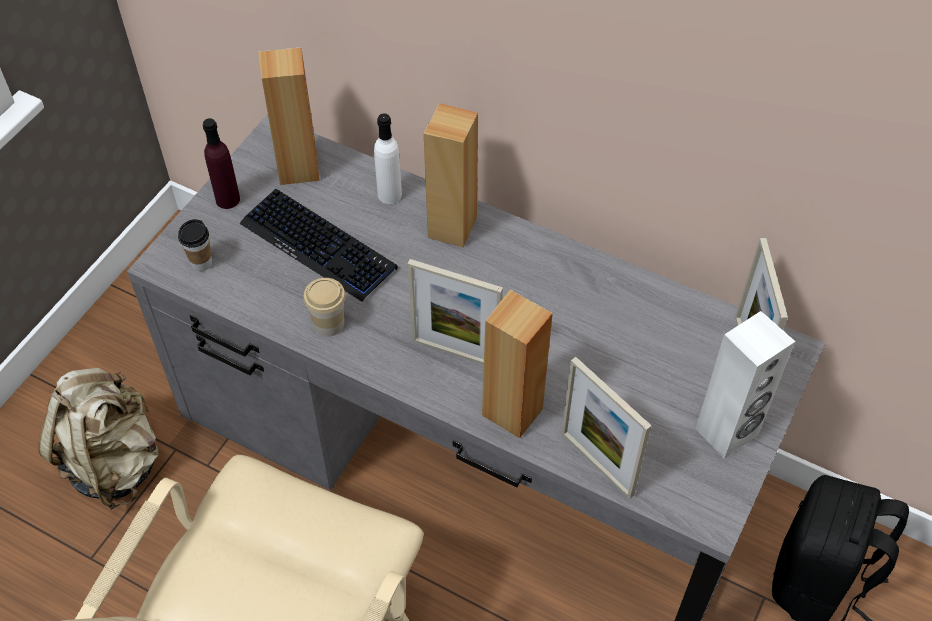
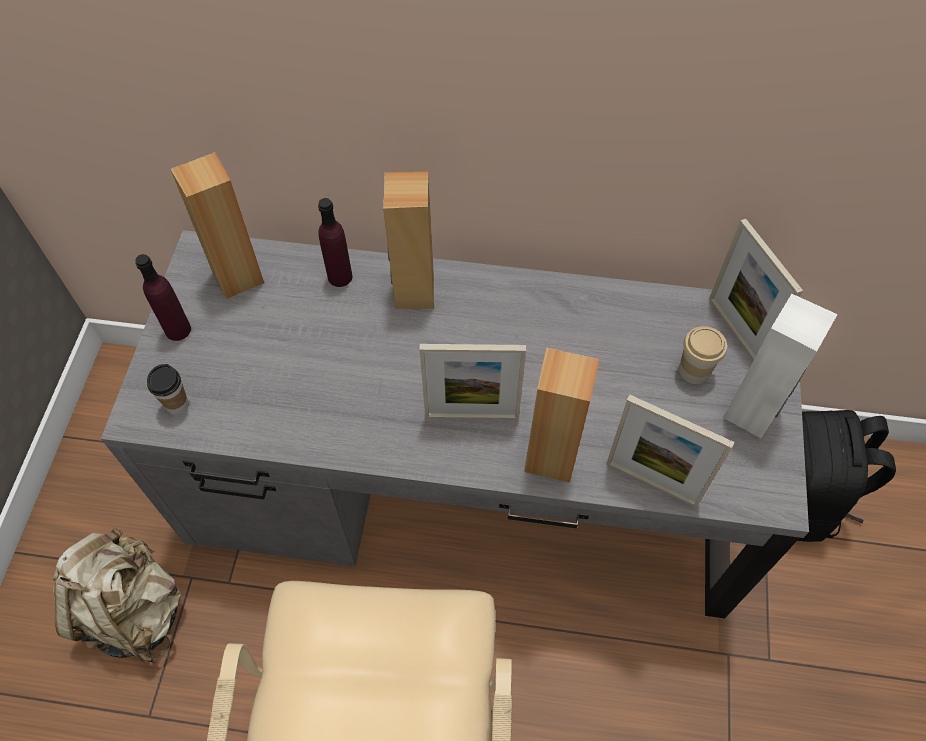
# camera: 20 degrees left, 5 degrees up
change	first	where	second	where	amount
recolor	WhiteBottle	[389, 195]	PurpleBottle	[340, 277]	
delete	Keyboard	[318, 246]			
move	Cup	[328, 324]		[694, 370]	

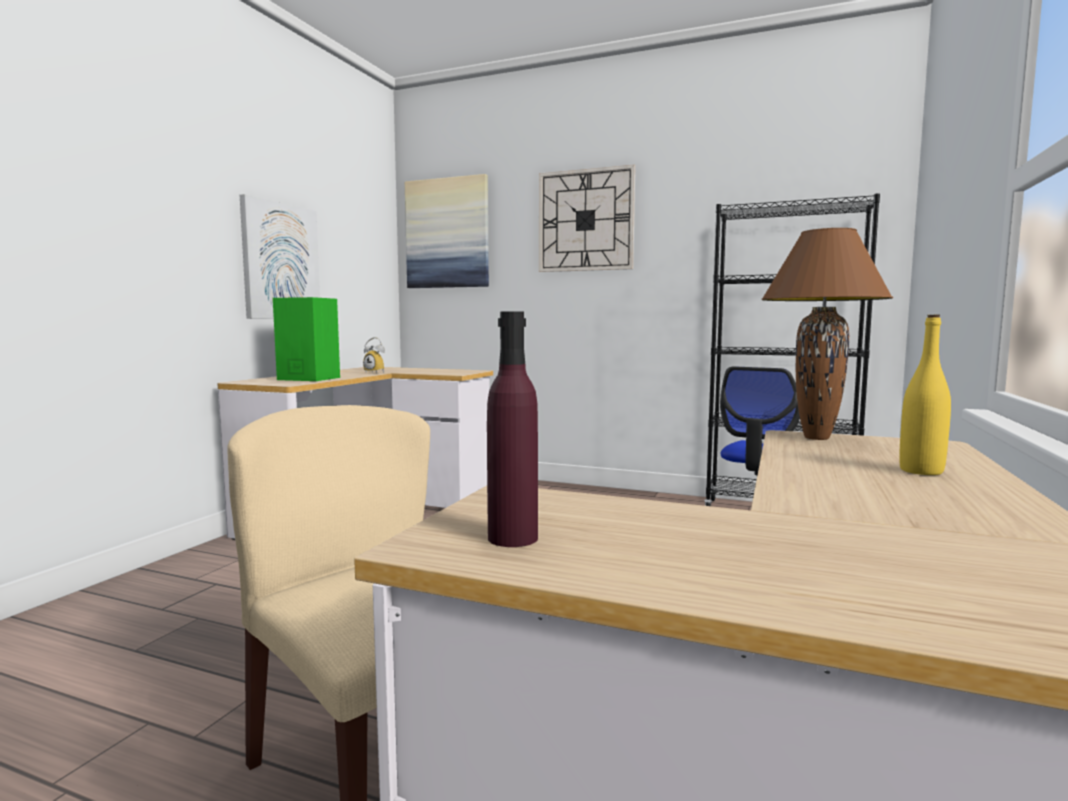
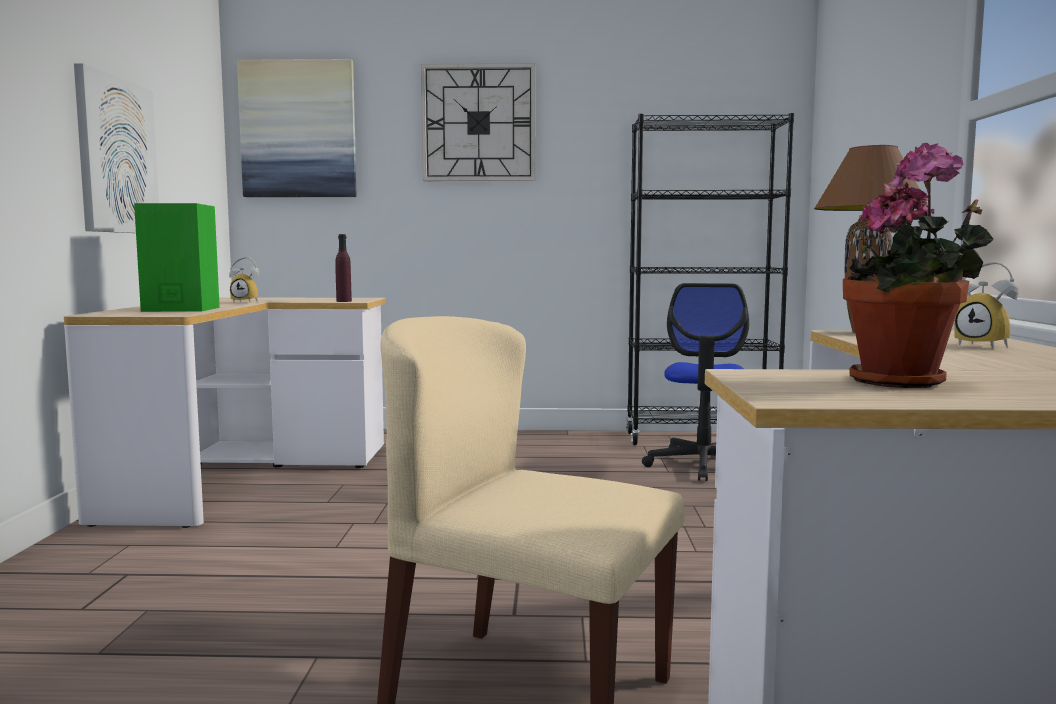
# camera: 20 degrees left, 0 degrees up
change	first	where	second	where	amount
move	PurpleBottle	[512, 538]		[344, 301]	
replace	YellowBottle	[921, 471]	AlarmClock	[986, 346]	
insert			PottedPlant	[905, 382]	

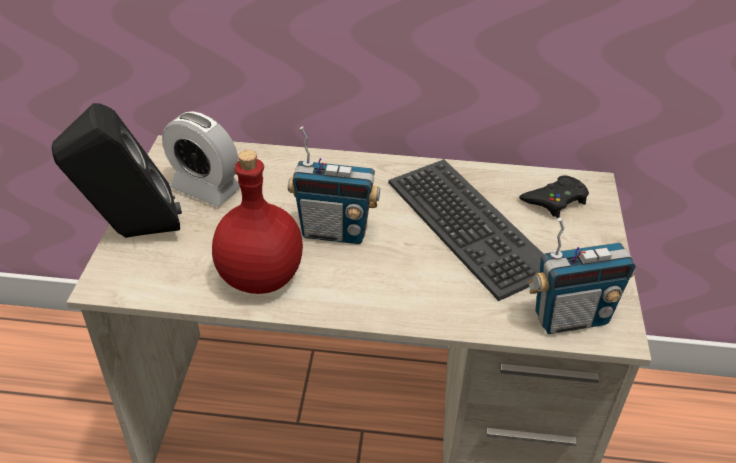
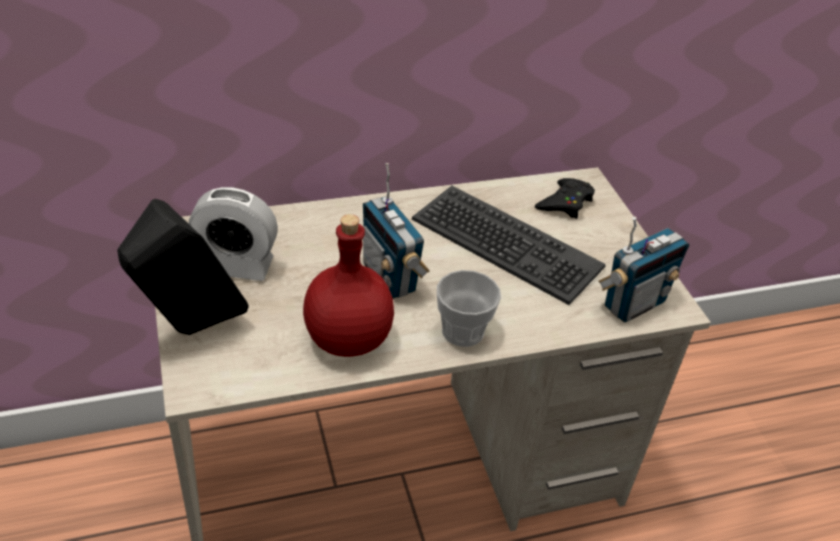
# camera: 25 degrees left, 0 degrees up
change	first	where	second	where	amount
rotate	Radio	[334, 232]		[390, 278]	75 degrees clockwise
insert			Cup	[462, 331]	

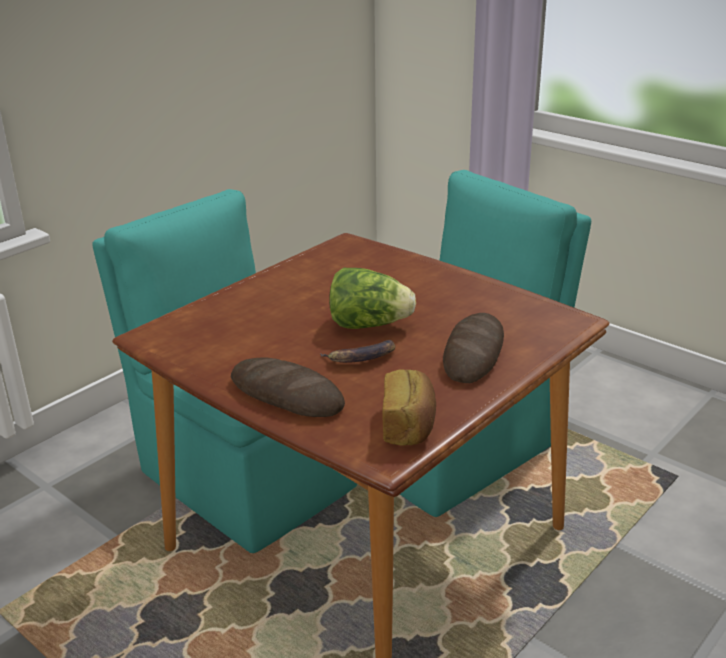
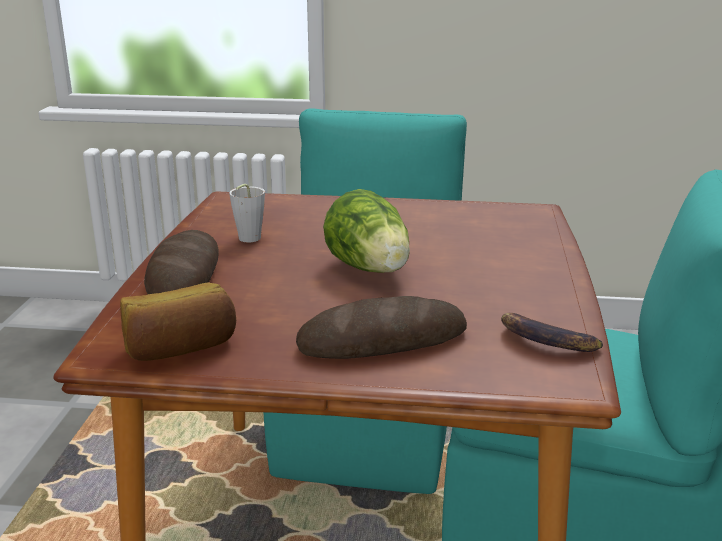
# camera: 55 degrees right, 5 degrees down
change	first	where	second	where	amount
move	Banana	[361, 358]		[544, 341]	
insert			GreyCup	[247, 240]	

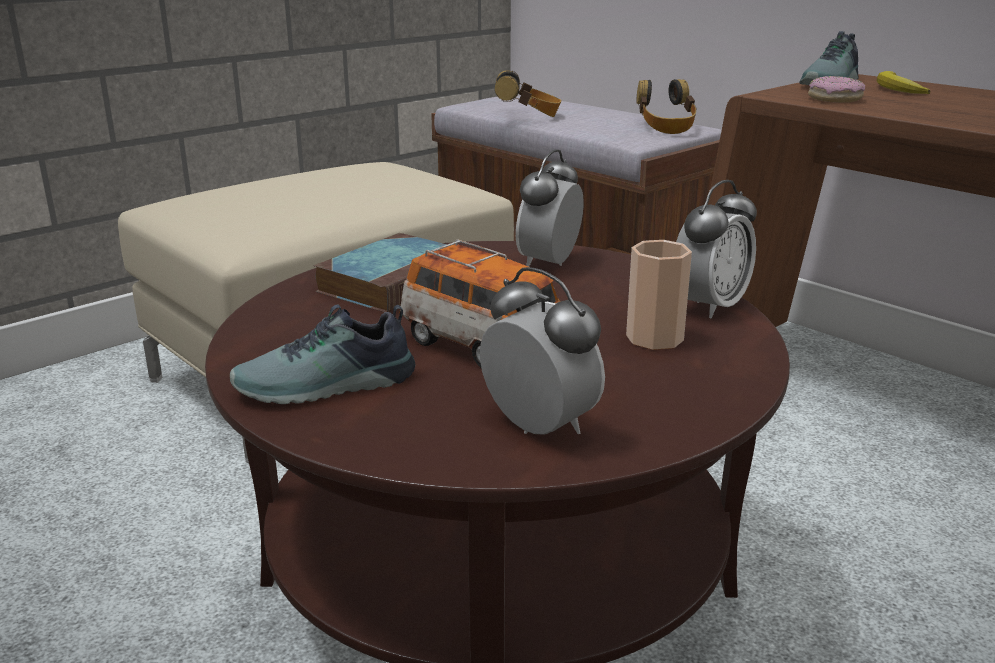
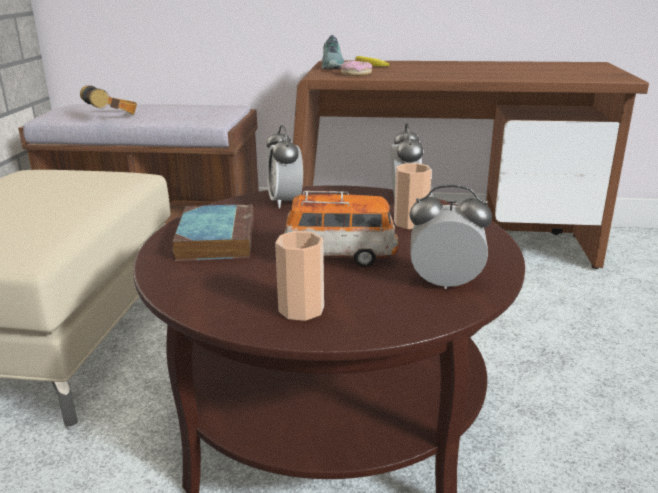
# camera: 40 degrees left, 0 degrees up
change	first	where	second	where	amount
delete	Headphones	[665, 128]			
replace	Shoe	[327, 387]	Cup	[301, 309]	

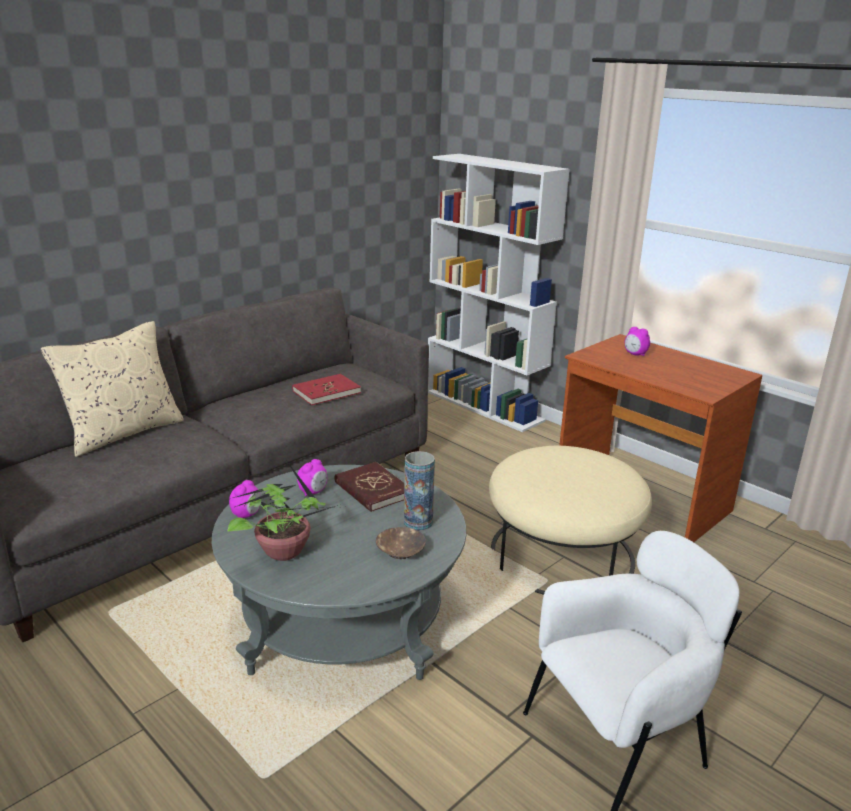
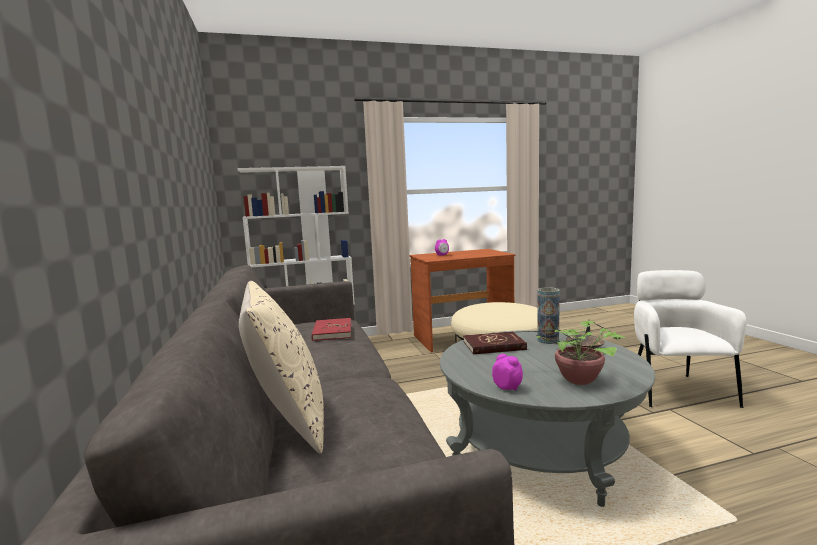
# camera: 60 degrees left, 15 degrees down
change	first	where	second	where	amount
delete	AlarmClock	[313, 492]			

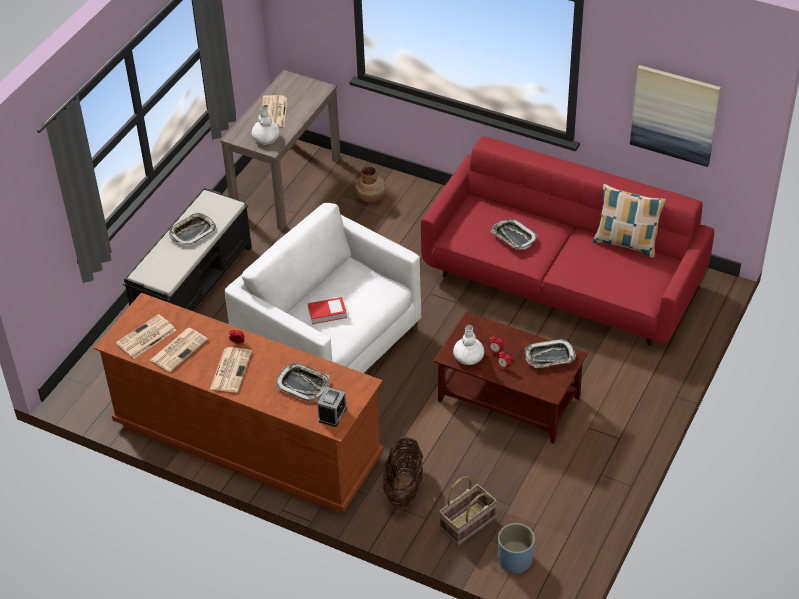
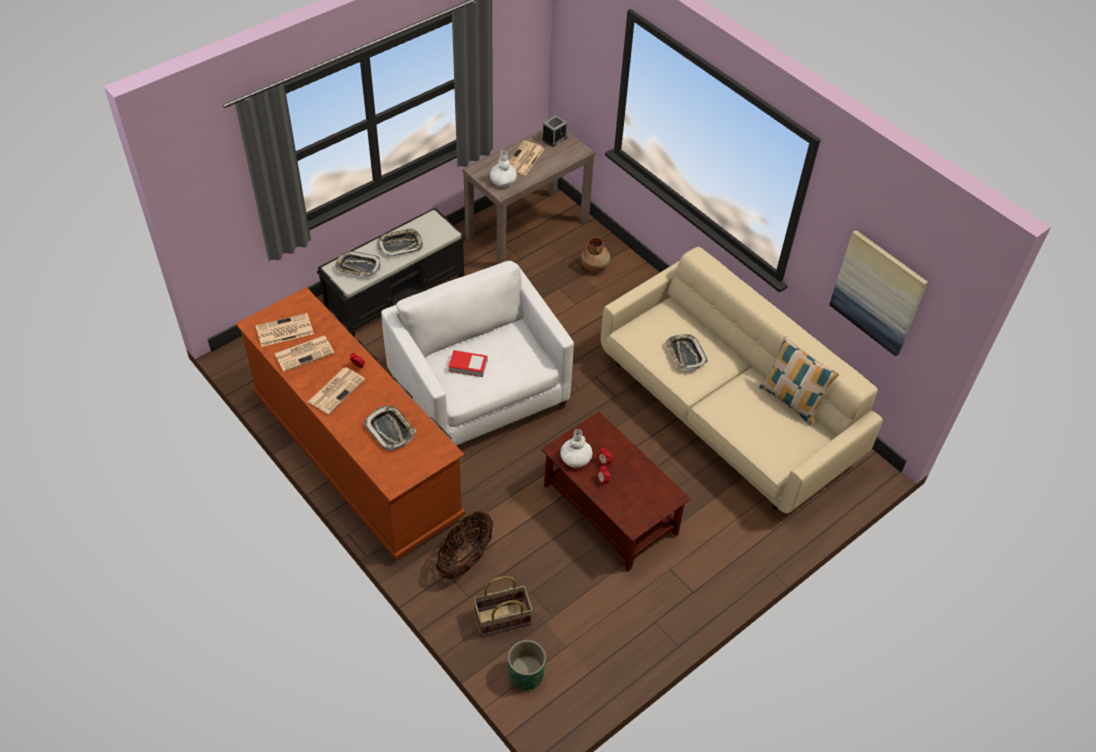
# camera: 20 degrees right, 5 degrees up
change	first	where	second	where	amount
recolor	RedSofa	[562, 281]	BeigeSofa	[725, 411]	
move	Tray	[549, 357]		[358, 267]	
move	AlarmClock	[332, 414]		[554, 138]	
recolor	BluePlanter	[515, 560]	GreenPlanter	[526, 675]	

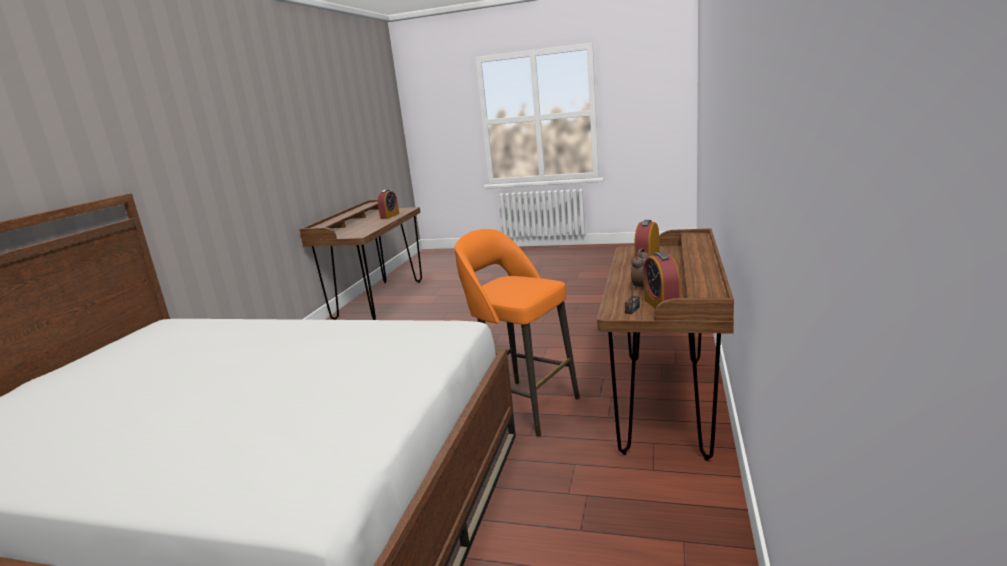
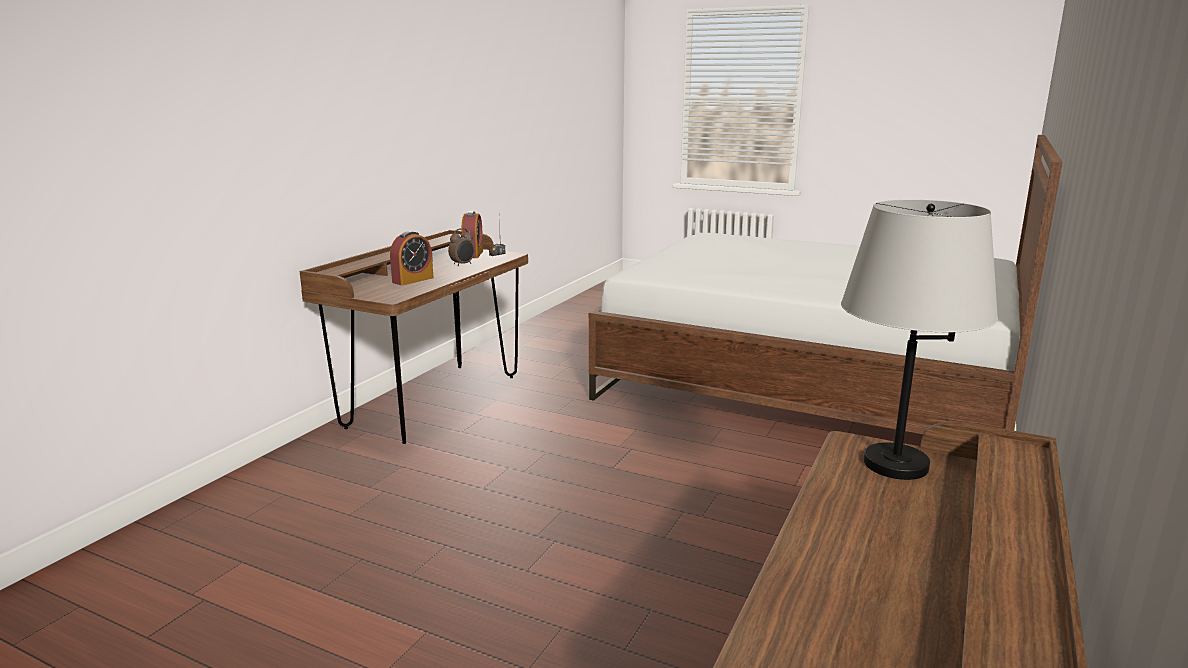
# camera: 170 degrees left, 0 degrees up
change	first	where	second	where	amount
delete	AlarmClock	[389, 216]			
delete	OrangeStool	[524, 406]			
insert			GreyTableLamp	[895, 465]	

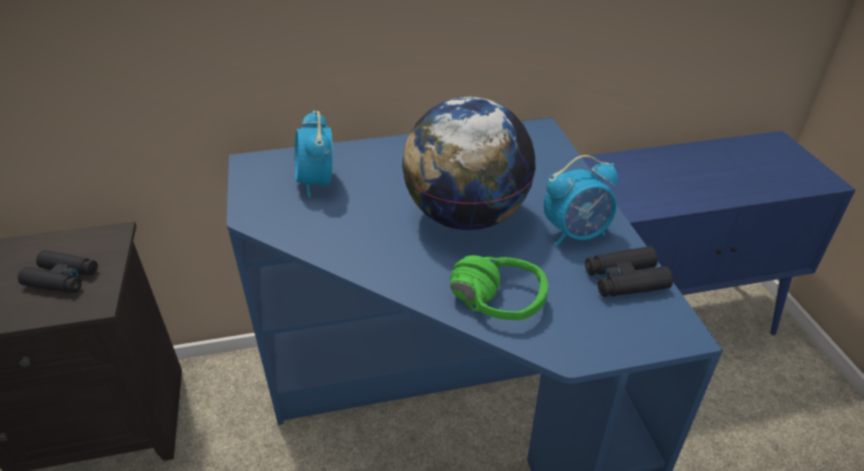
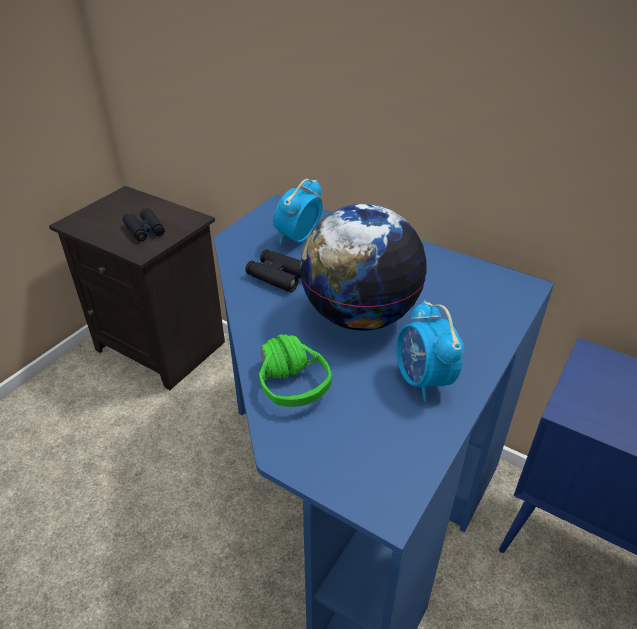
# camera: 45 degrees right, 0 degrees up
change	first	where	second	where	amount
rotate	AlarmClock	[576, 234]		[423, 380]	45 degrees clockwise
move	BlackBinoculars	[625, 280]		[278, 276]	

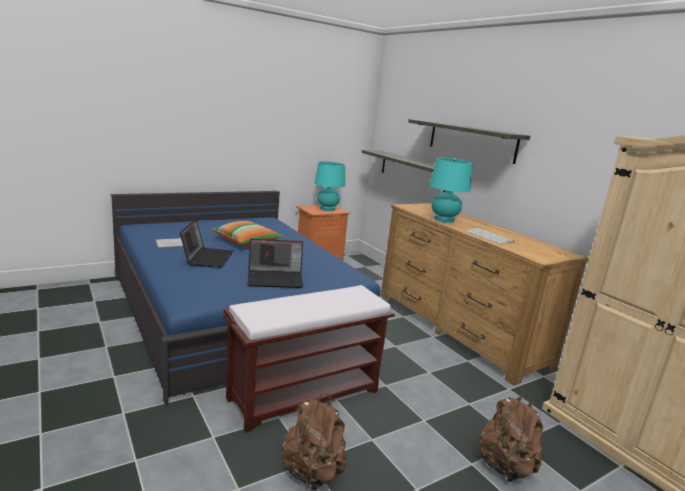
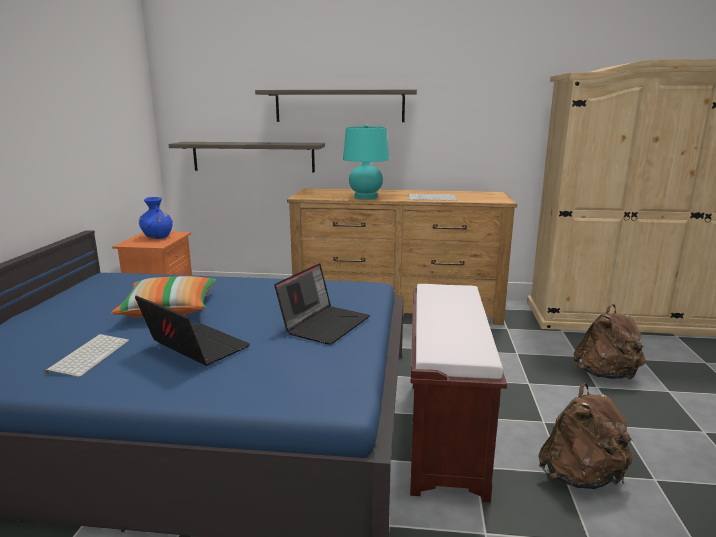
# camera: 50 degrees left, 0 degrees up
change	first	where	second	where	amount
replace	TurquoiseTableLamp	[327, 209]	BlueVase	[157, 237]	

